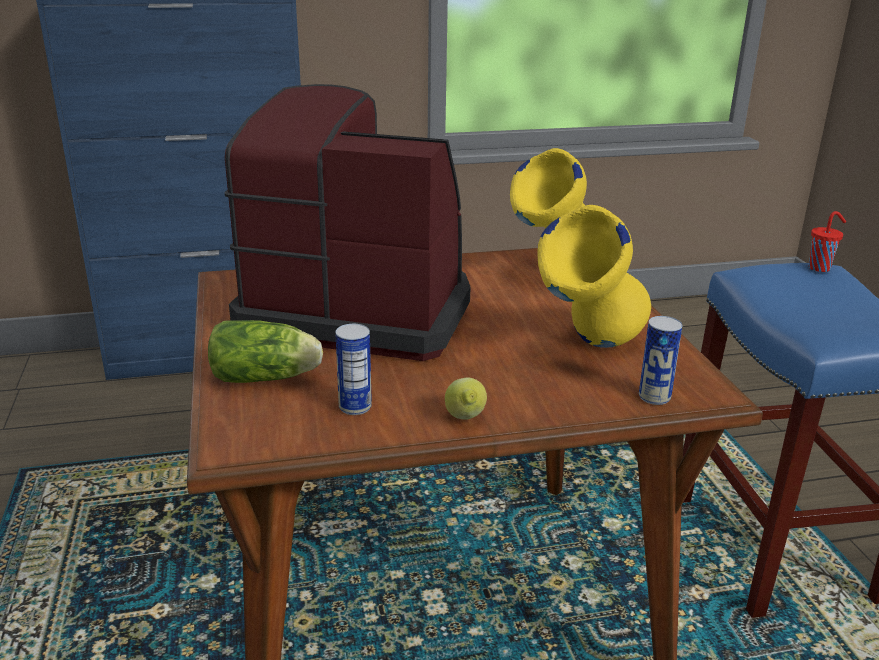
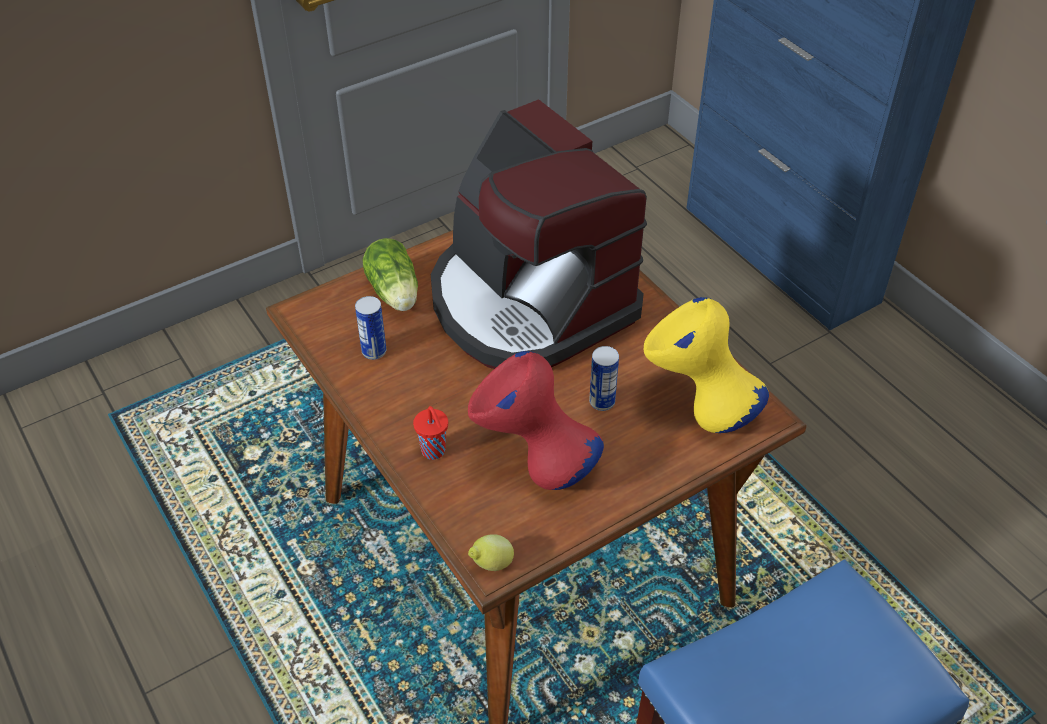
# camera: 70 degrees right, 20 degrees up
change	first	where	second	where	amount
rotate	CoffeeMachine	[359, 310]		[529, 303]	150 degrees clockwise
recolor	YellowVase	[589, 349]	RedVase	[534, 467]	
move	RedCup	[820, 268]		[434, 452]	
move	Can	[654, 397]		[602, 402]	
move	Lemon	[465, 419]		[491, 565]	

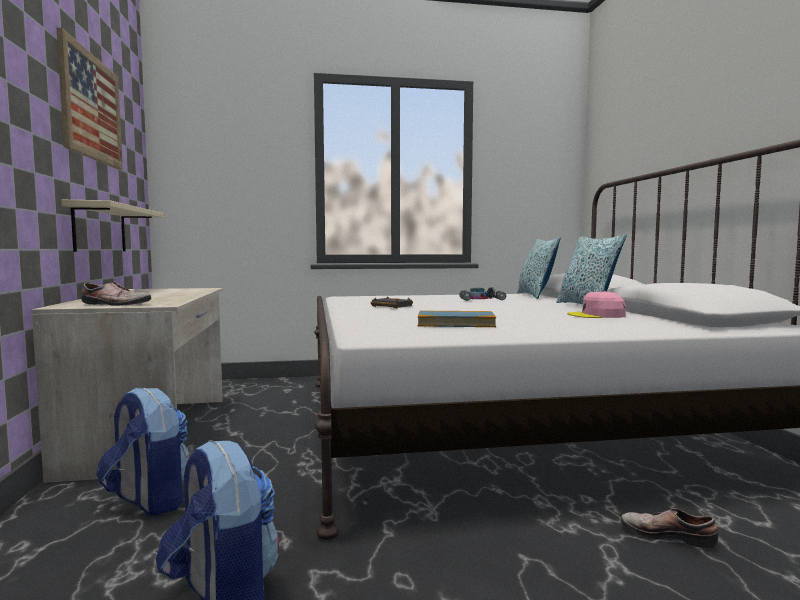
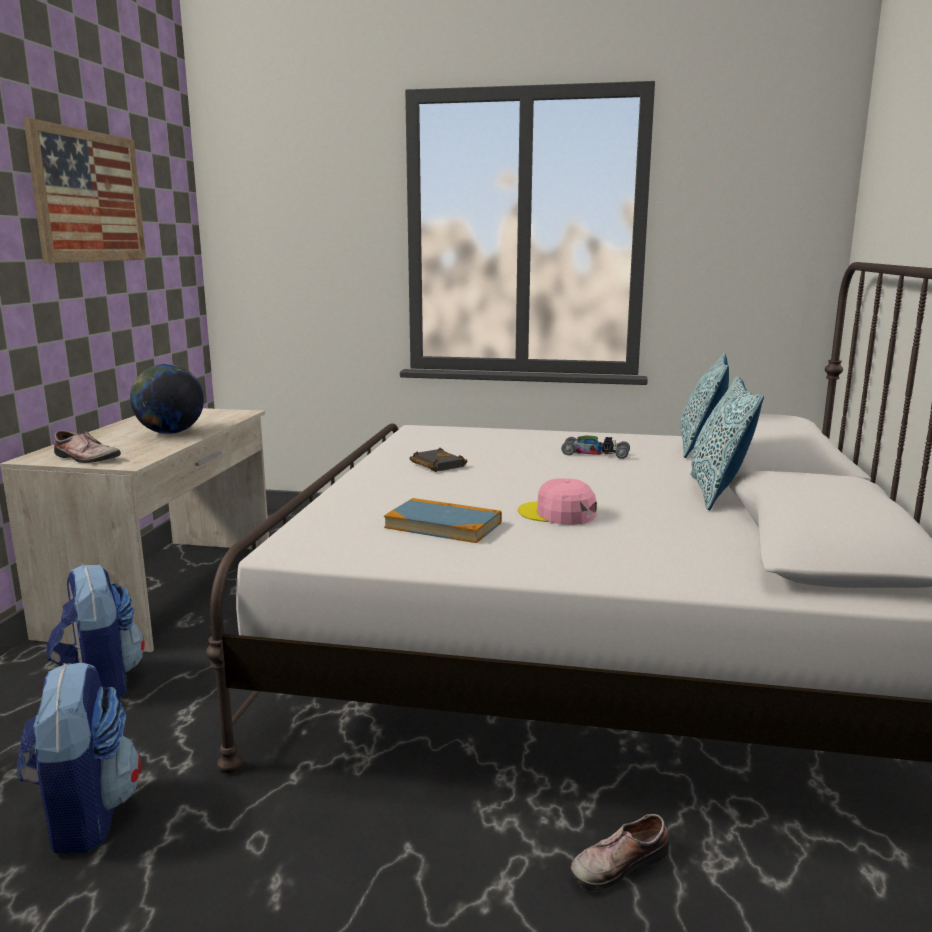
# camera: 20 degrees right, 10 degrees up
change	first	where	second	where	amount
delete	BeigeShelf	[100, 229]			
move	PinkCap	[597, 315]		[557, 514]	
rotate	Shoe	[667, 534]		[616, 863]	75 degrees counterclockwise
insert			Globe	[170, 433]	

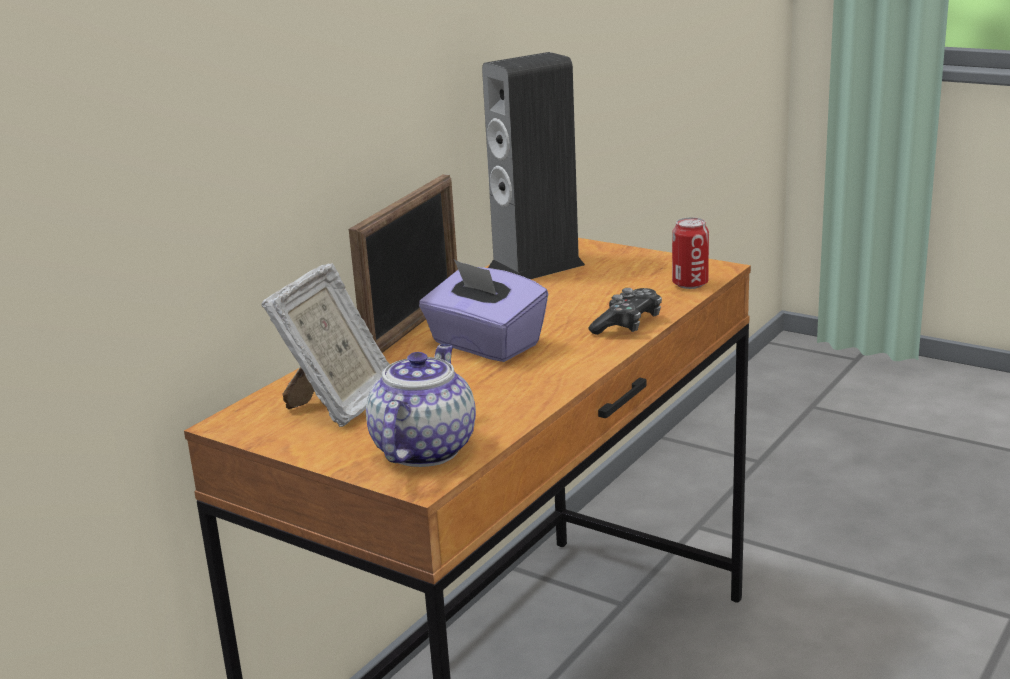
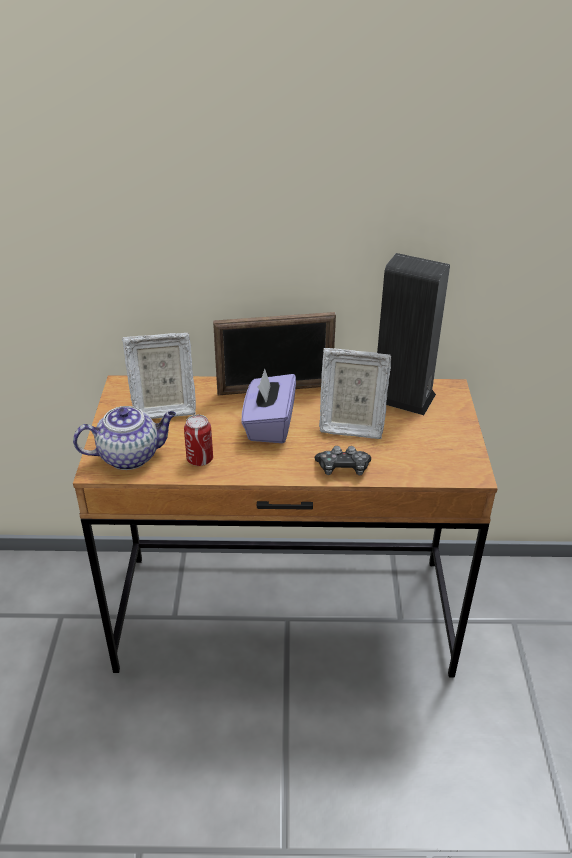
# camera: 55 degrees right, 15 degrees up
change	first	where	second	where	amount
move	Can	[690, 284]		[200, 459]	
insert			PictureFrame	[350, 425]	

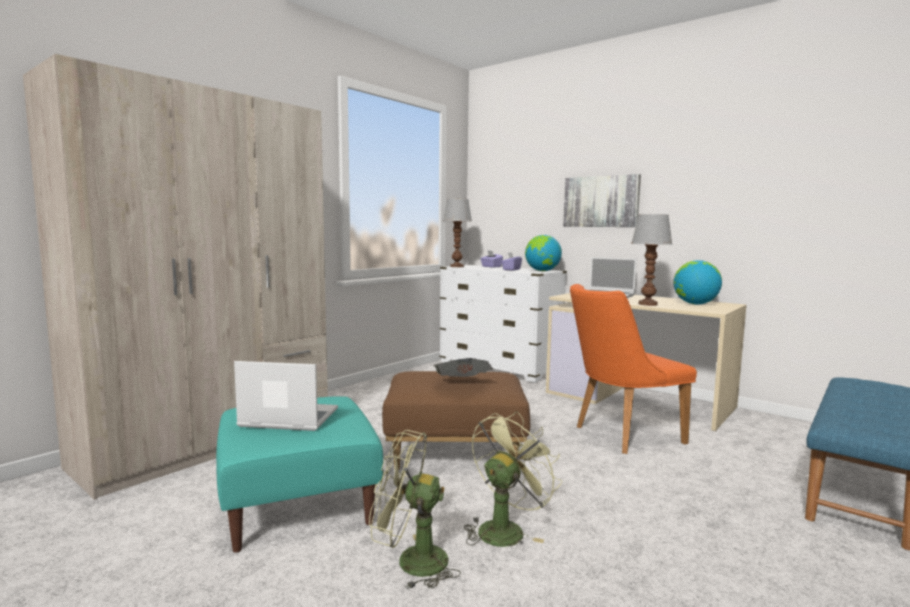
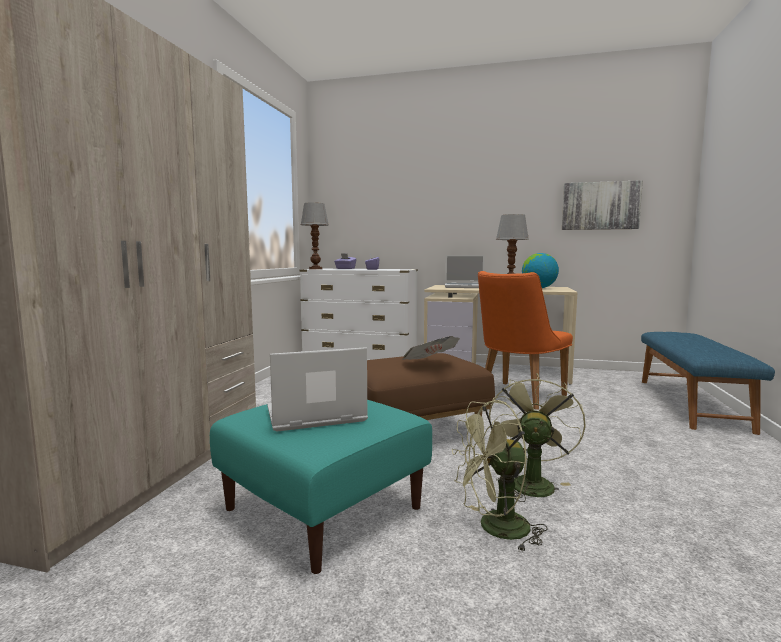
# camera: 25 degrees left, 0 degrees up
change	first	where	second	where	amount
move	Picture	[601, 201]		[600, 206]	
delete	Globe	[542, 271]			

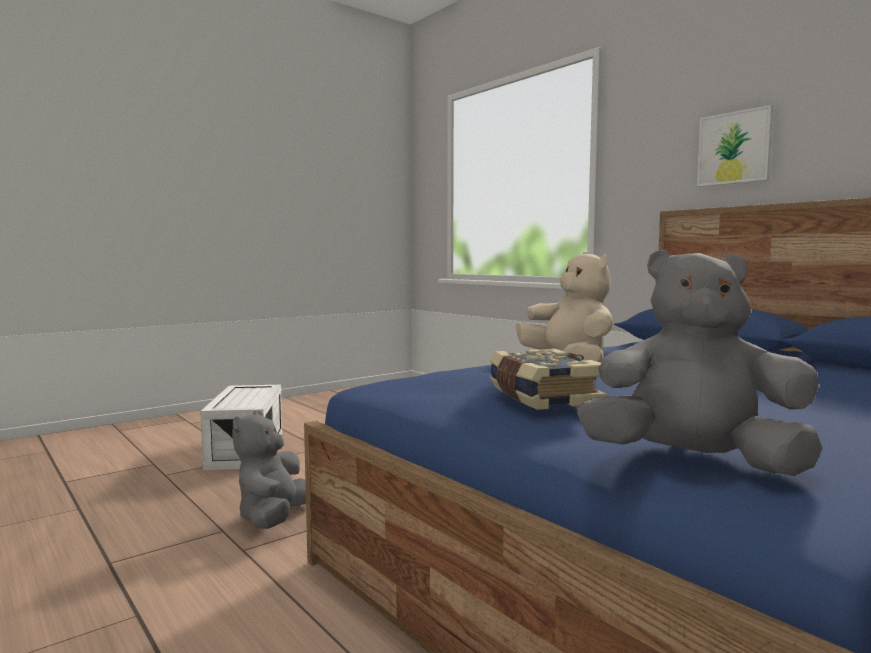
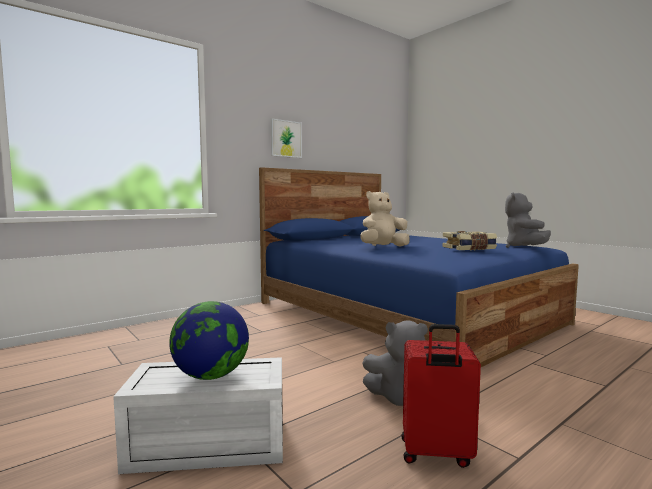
# camera: 90 degrees left, 0 degrees up
change	first	where	second	where	amount
insert			Globe	[211, 376]	
insert			RedSuitcase	[436, 454]	

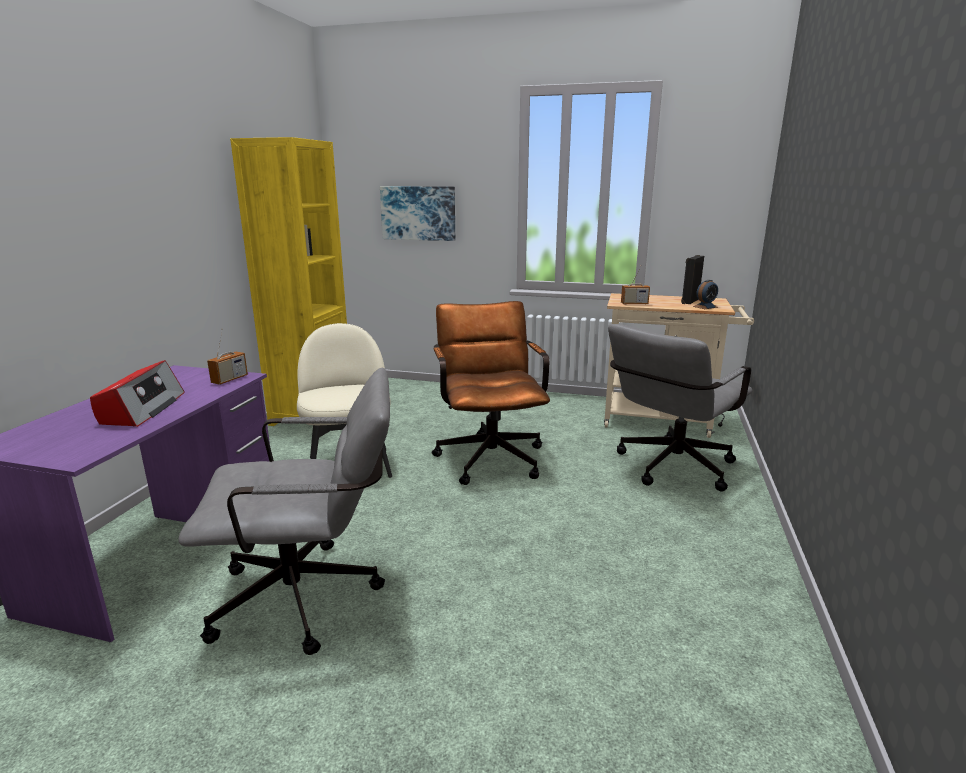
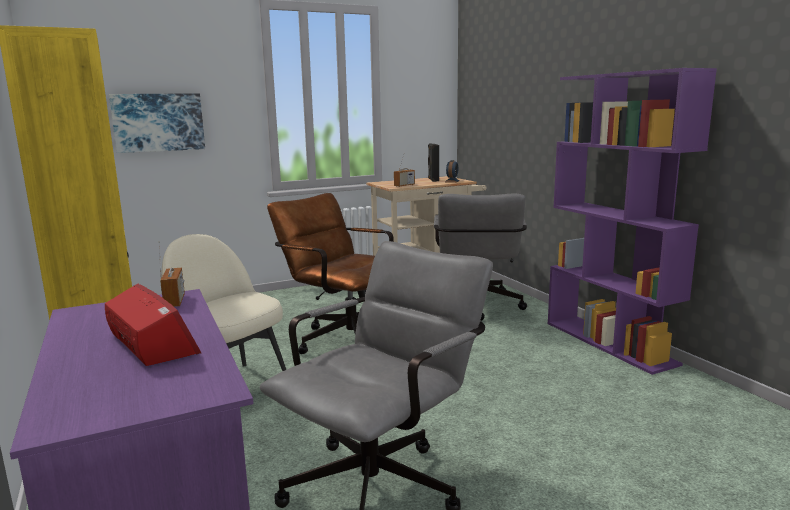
# camera: 40 degrees left, 5 degrees down
change	first	where	second	where	amount
insert			PurpleBookcase	[610, 343]	

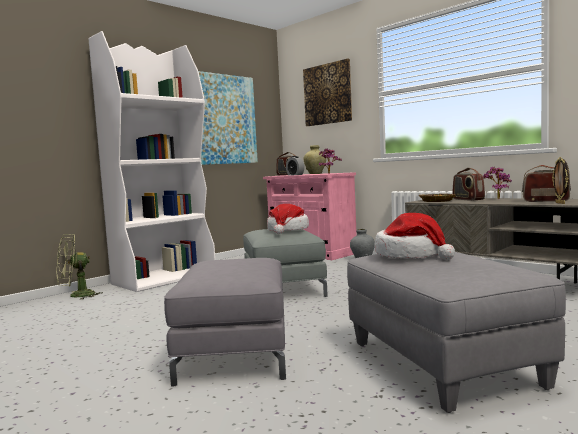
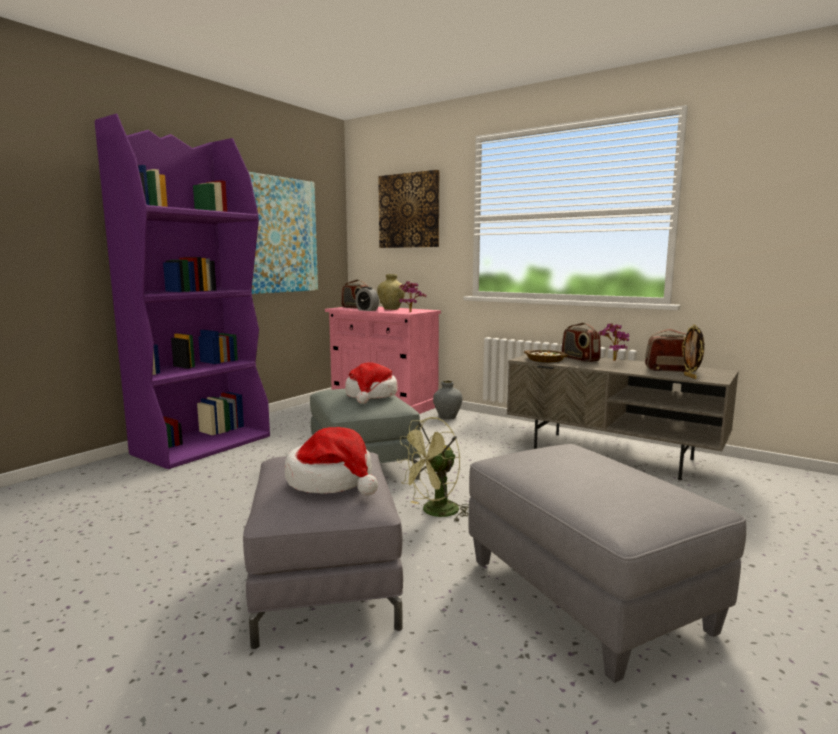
# camera: 10 degrees left, 5 degrees up
change	first	where	second	where	amount
recolor	WhiteBookcase	[165, 278]	PurpleBookcase	[203, 444]	
move	Hat	[411, 255]		[332, 481]	
move	GreenFan	[76, 296]		[434, 512]	

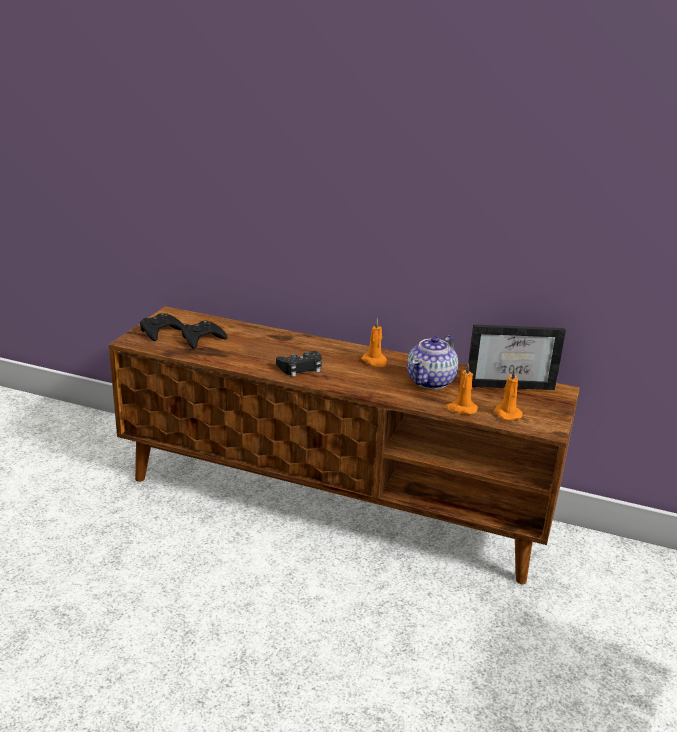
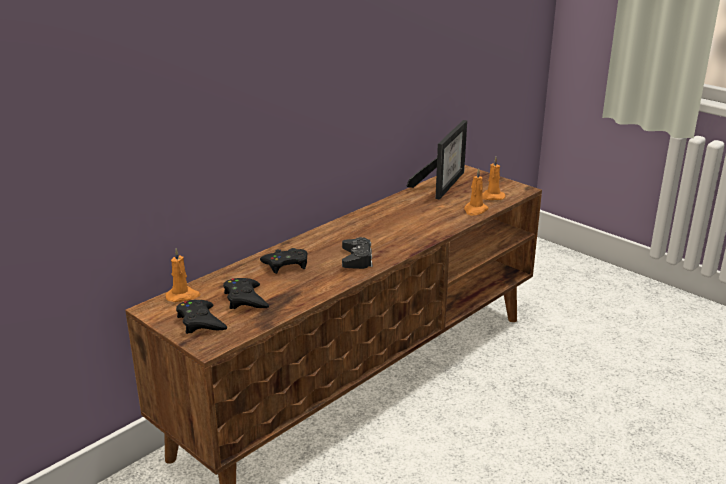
# camera: 65 degrees left, 0 degrees up
change	first	where	second	where	amount
move	OrangeCandle	[375, 361]		[183, 296]	
delete	Teapot	[431, 381]			
insert			BlackGameController	[286, 265]	

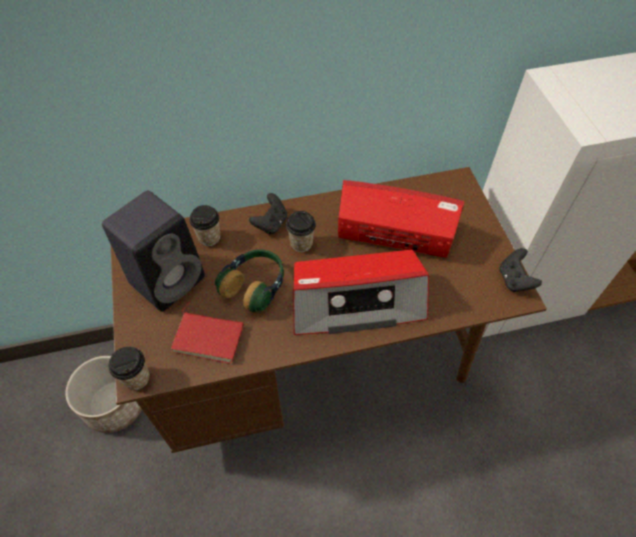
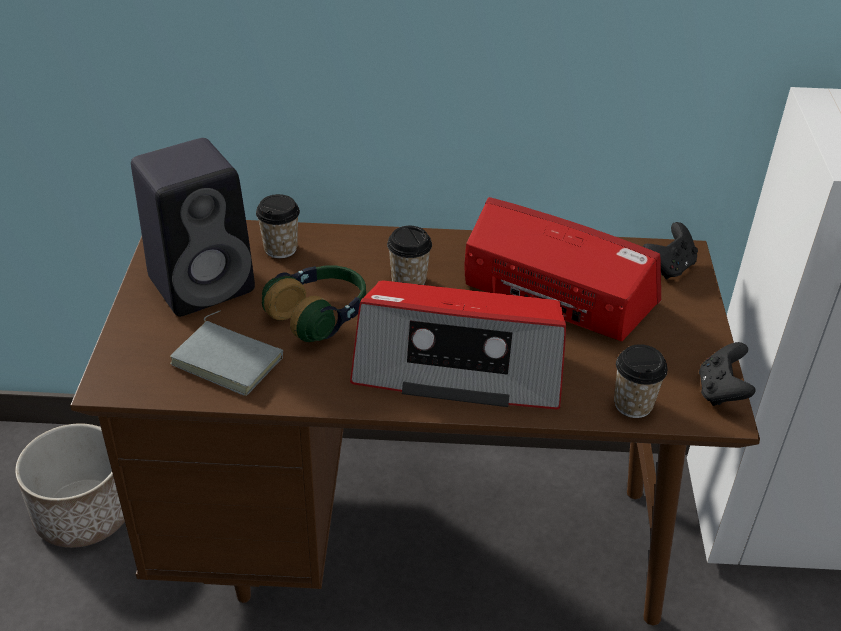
# camera: 15 degrees right, 15 degrees down
change	first	where	second	where	amount
move	BlackGameController	[271, 223]		[669, 267]	
recolor	RedBook	[209, 337]	GreyBook	[230, 360]	
move	Cup	[136, 378]		[633, 404]	

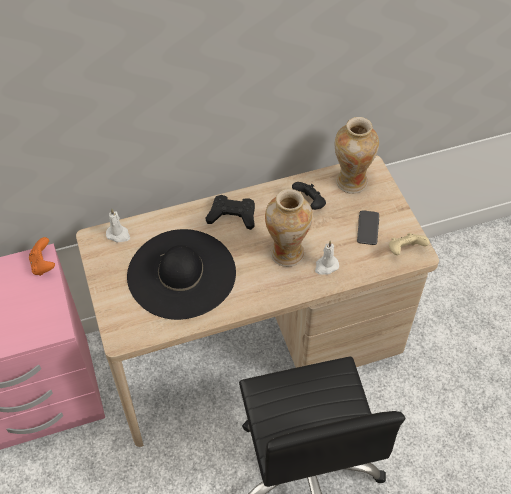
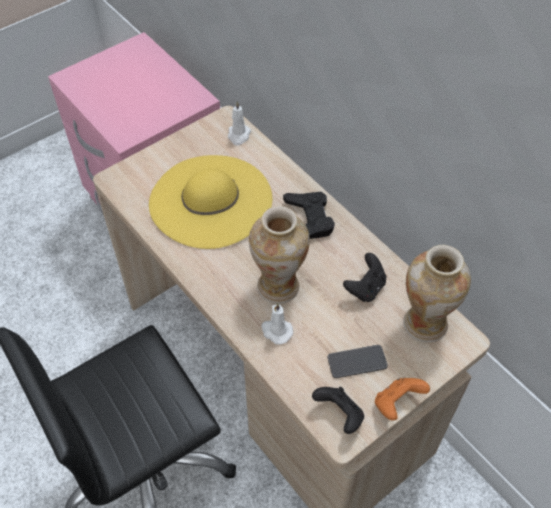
# camera: 70 degrees right, 0 degrees up
change	first	where	second	where	amount
recolor	BlackHat	[181, 273]	YellowHat	[210, 200]	
recolor	BeigeGameController	[404, 251]	BlackGameController	[339, 415]	
move	OrangeGameController	[43, 265]		[396, 403]	

